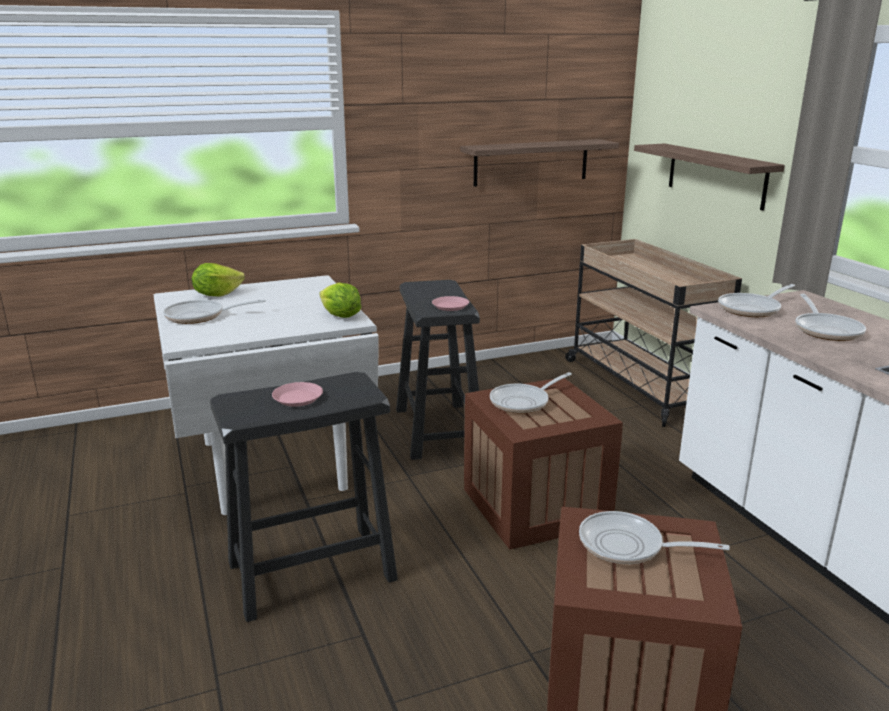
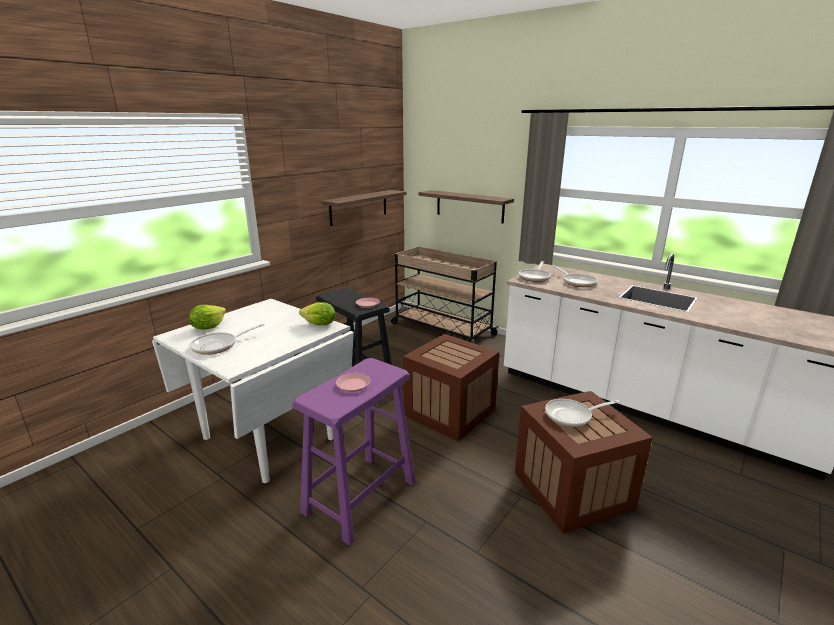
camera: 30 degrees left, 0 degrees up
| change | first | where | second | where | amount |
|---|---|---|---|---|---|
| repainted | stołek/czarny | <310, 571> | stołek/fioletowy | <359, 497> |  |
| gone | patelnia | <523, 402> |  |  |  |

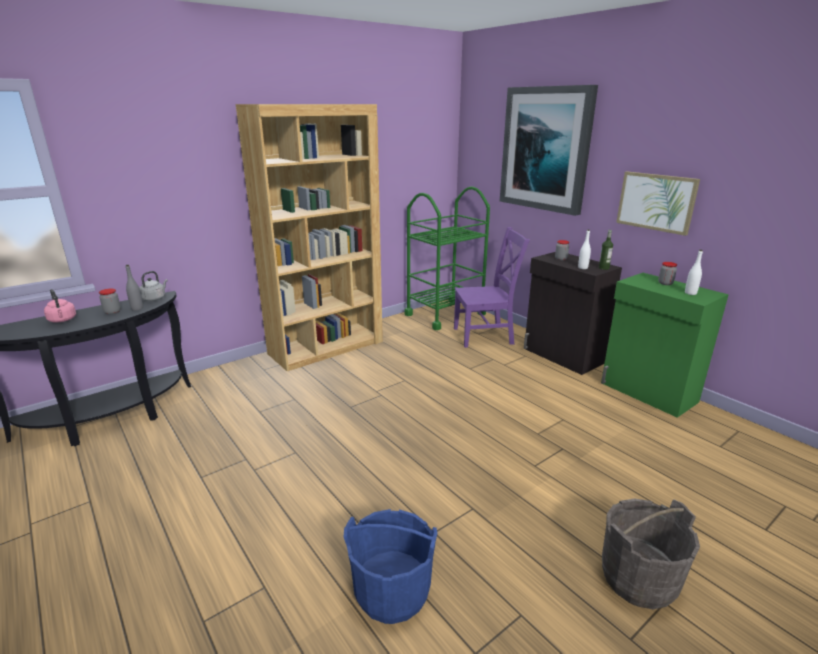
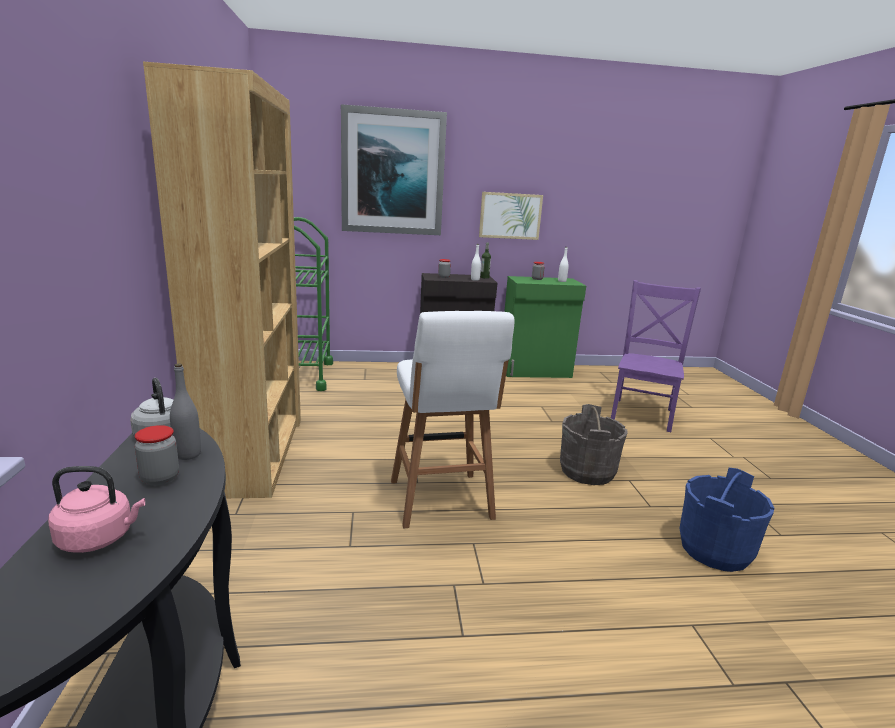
camera: 60 degrees left, 5 degrees down
| change | first | where | second | where | amount |
|---|---|---|---|---|---|
| shifted | krzesło/fioletowy | <486, 336> |  | <642, 413> |  |
| shifted | wiadro/szary | <638, 578> |  | <587, 471> |  |
| new |  |  | stołek/biały | <441, 502> |  |

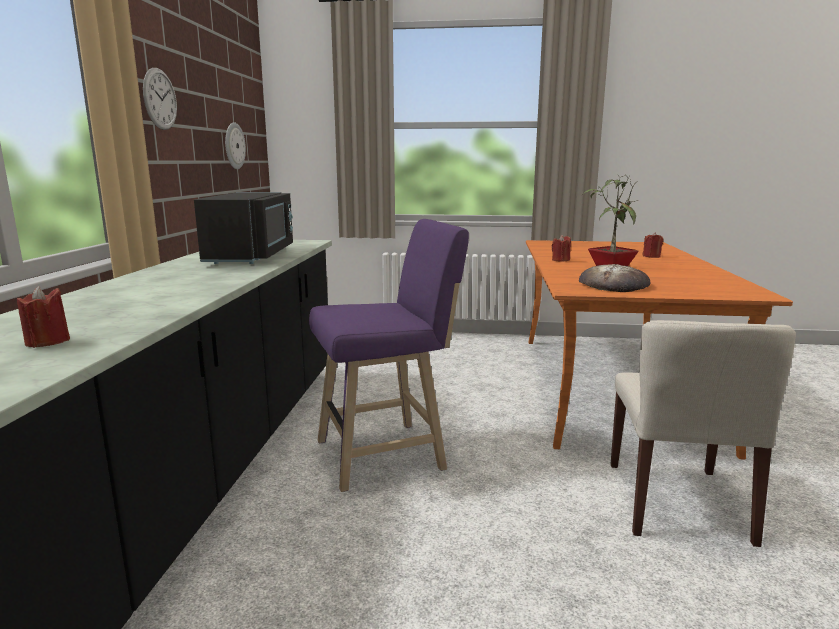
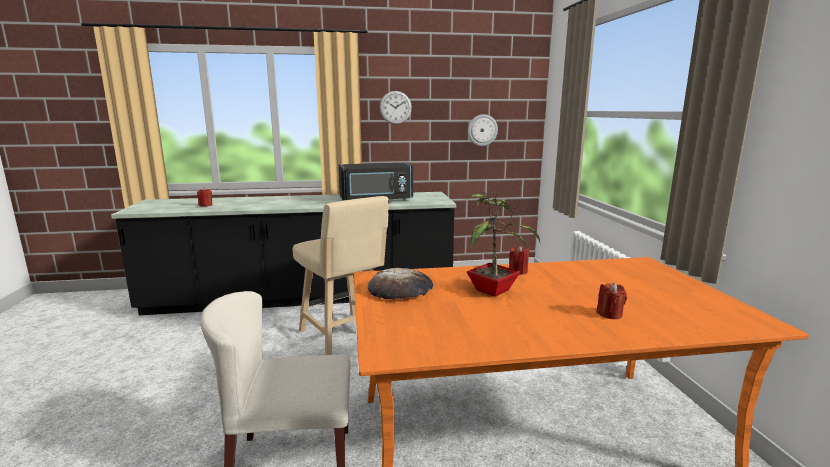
camera: 75 degrees right, 0 degrees up
| change | first | where | second | where | amount |
|---|---|---|---|---|---|
| repainted | stołek/fioletowy | <387, 454> | stołek/beżowy | <344, 336> |  |

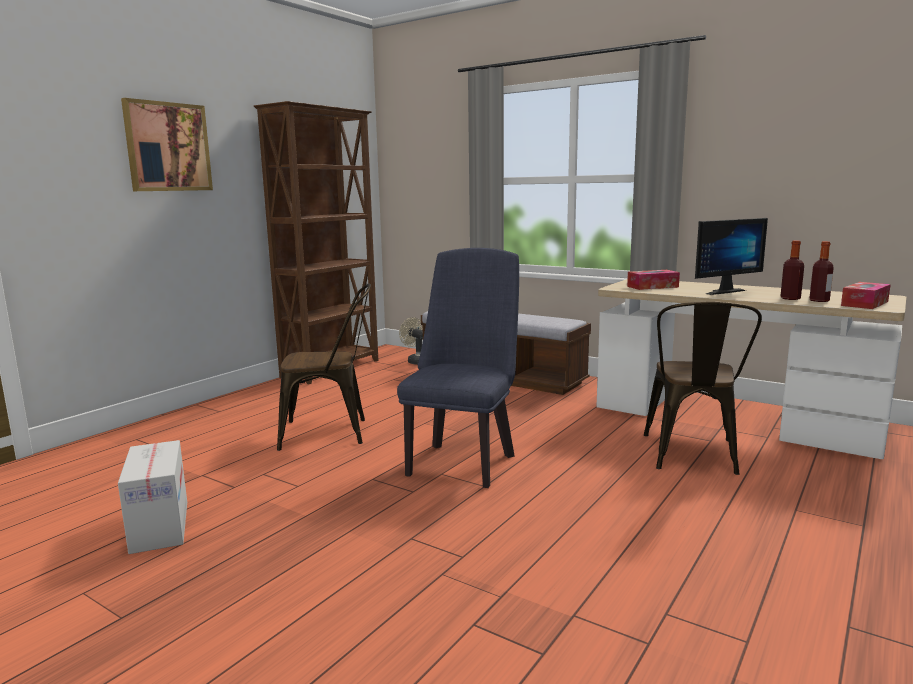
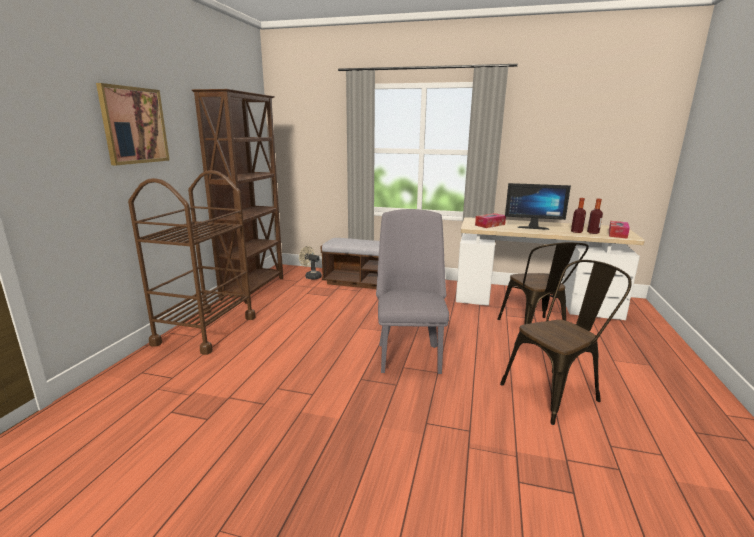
camera: 20 degrees left, 5 degrees up
| change | first | where | second | where | amount |
|---|---|---|---|---|---|
| gone | karton | <159, 526> |  |  |  |
| shifted | krzesło/brązowy | <332, 432> |  | <556, 392> |  |
| repainted | krzesło/niebieski | <463, 461> | krzesło/szary | <409, 354> |  |
| rotated | monitor | <720, 291> |  | <532, 227> | 60 degrees clockwise |
| new |  |  | wózek/brązowy | <206, 330> |  |

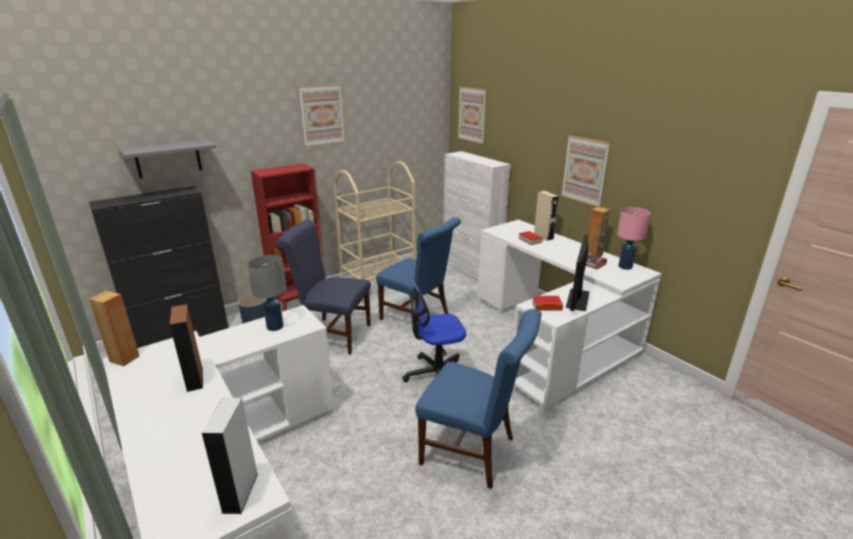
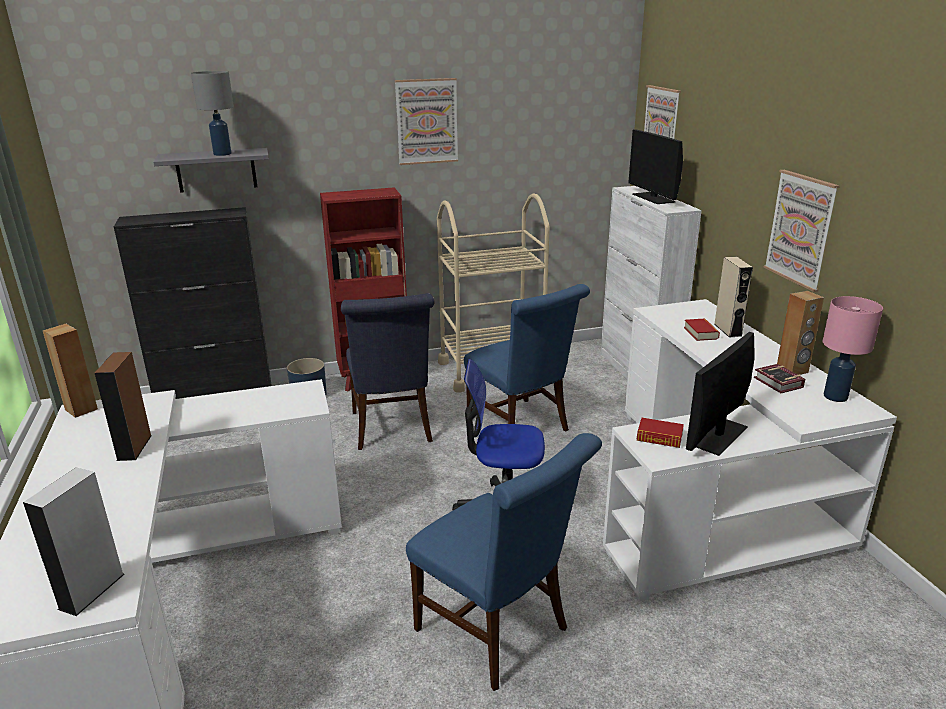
camera: 20 degrees right, 0 degrees up
| change | first | where | second | where | amount |
|---|---|---|---|---|---|
| shifted | lampa stołowa/szary | <274, 326> |  | <222, 154> |  |
| rotated | krzesło/niebieski | <332, 334> |  | <393, 429> | 135 degrees counterclockwise |
| new |  |  | monitor | <653, 198> |  |

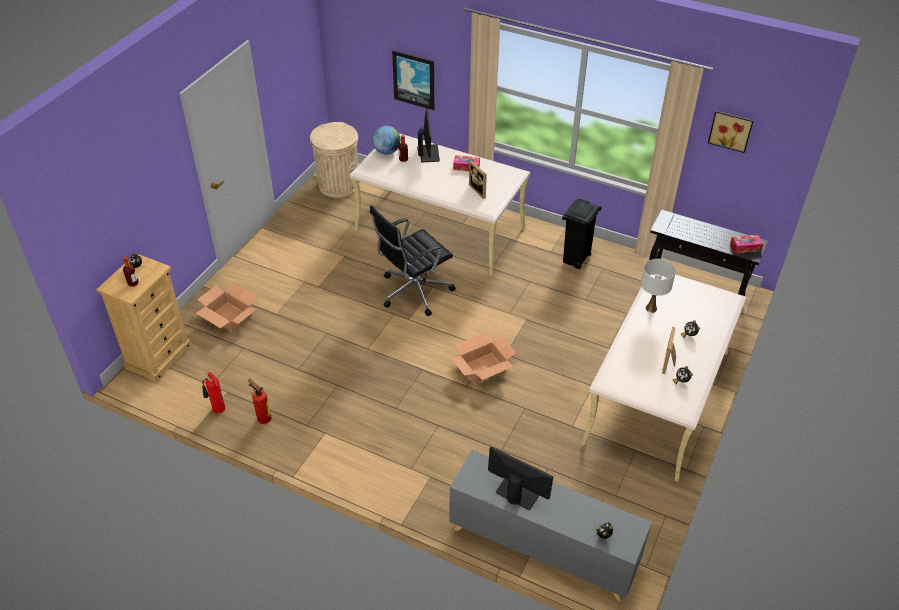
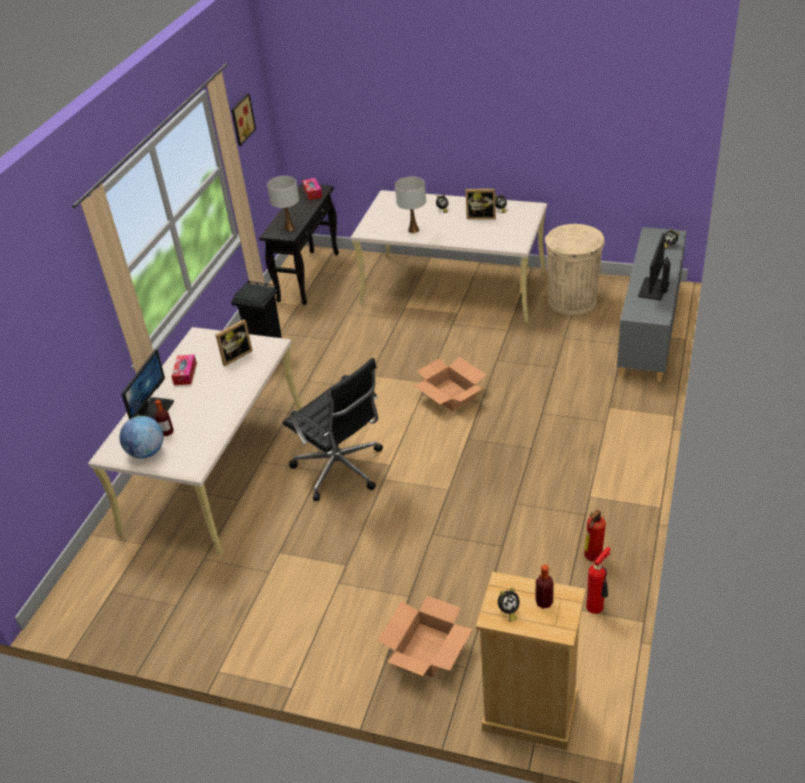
camera: 95 degrees left, 5 degrees down
| change | first | where | second | where | amount |
|---|---|---|---|---|---|
| shifted | kosz na śmieci/beżowy | <338, 185> |  | <572, 301> |  |
| gone | obraz | <414, 79> |  |  |  |
| rotated | monitor | <428, 153> |  | <153, 412> | 120 degrees clockwise |
| new |  |  | lampa stołowa/biały | <289, 228> |  |

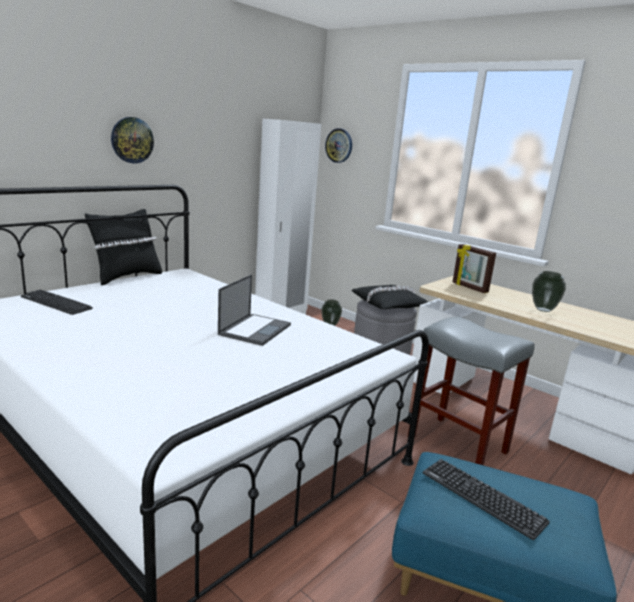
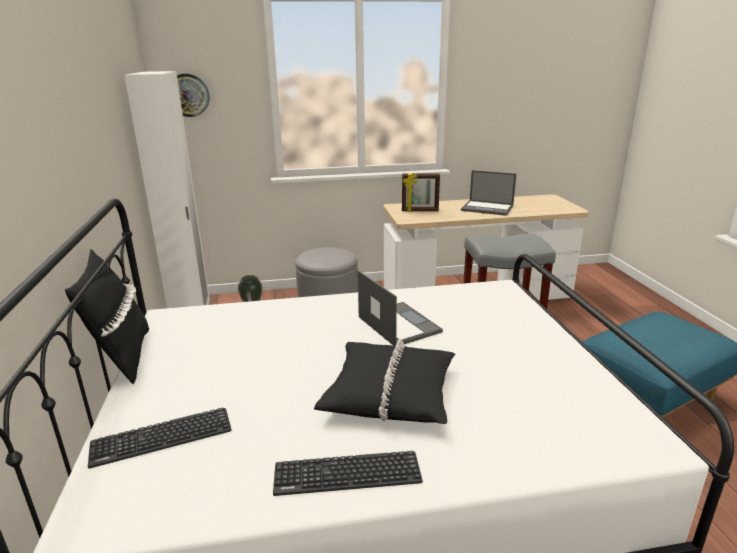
camera: 50 degrees left, 5 degrees up
| change | first | where | second | where | amount |
|---|---|---|---|---|---|
| gone | zegar ścienny | <132, 140> |  |  |  |
| shifted | poduszka/czarny | <389, 304> |  | <390, 392> |  |
| shifted | klawiatura | <482, 497> |  | <347, 474> |  |
| swapped | wazon | <544, 310> | laptop | <488, 208> |  |

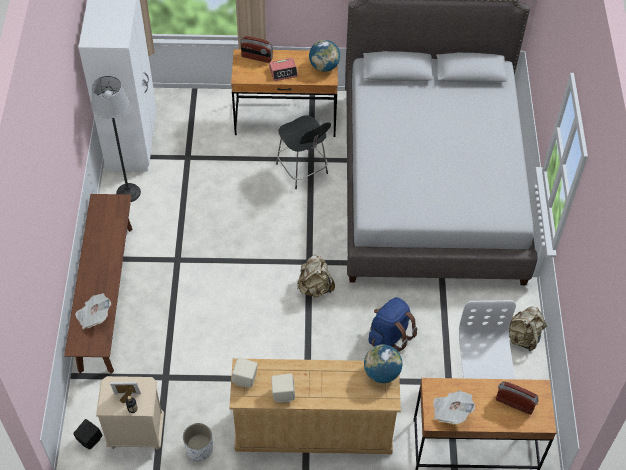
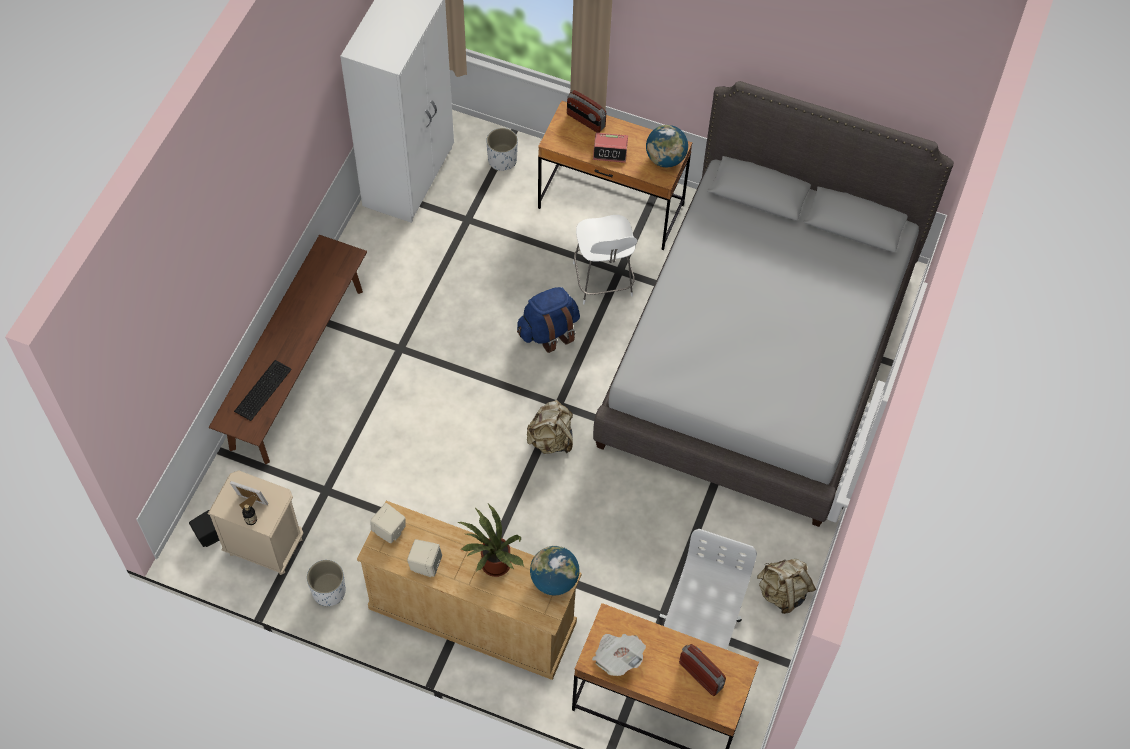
camera: 20 degrees right, 5 degrees up
| change | first | where | second | where | amount |
|---|---|---|---|---|---|
| swapped | gazeta | <94, 316> | klawiatura | <261, 390> |  |
| gone | lampa stojąca | <128, 192> |  |  |  |
| repainted | stołek/czarny | <302, 170> | stołek/biały | <603, 282> |  |
| shifted | plecak/niebieski | <390, 335> |  | <548, 331> |  |
| new |  |  | roślina doniczkowa | <492, 565> |  |
| new |  |  | donica/biały | <502, 160> |  |

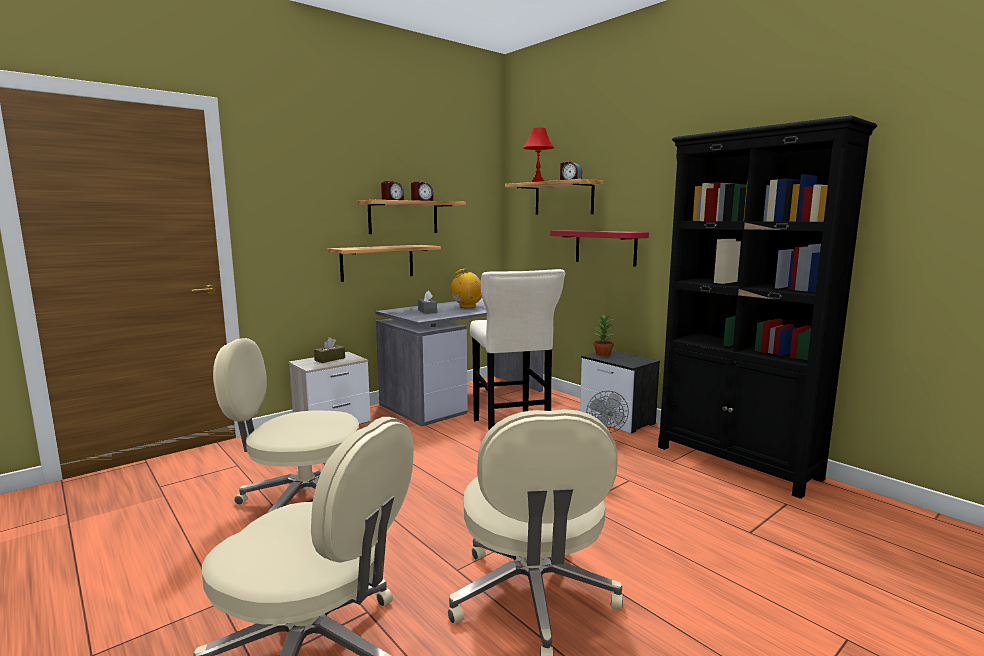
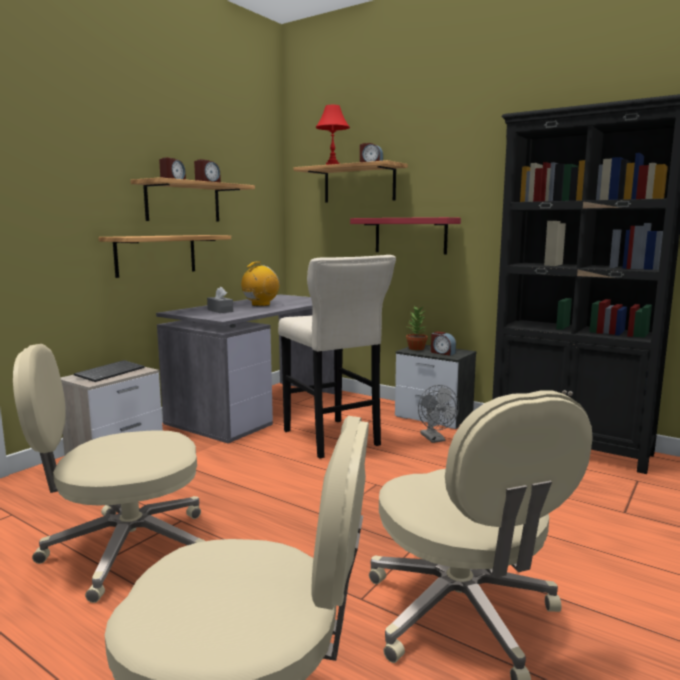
camera: 15 degrees left, 0 degrees up
| change | first | where | second | where | amount |
|---|---|---|---|---|---|
| swapped | pudełko chusteczek/brązowy | <330, 359> | klawiatura | <110, 372> |  |
| new |  |  | budzik | <442, 353> |  |

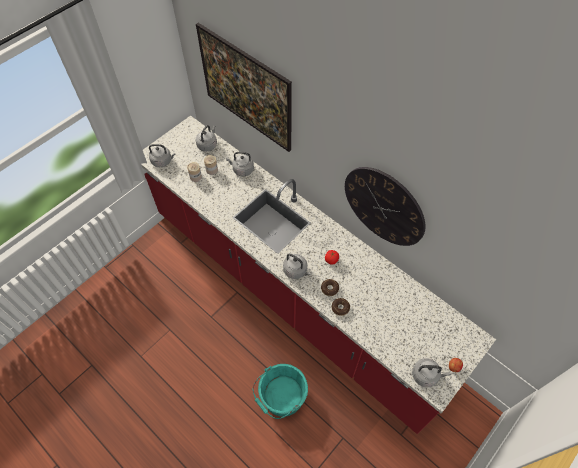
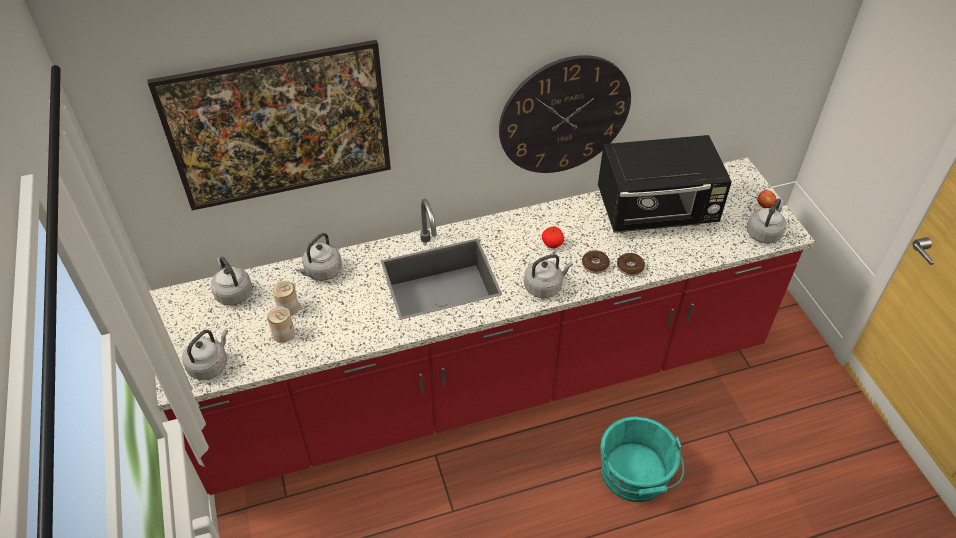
camera: 60 degrees left, 10 degrees down
| change | first | where | second | where | amount |
|---|---|---|---|---|---|
| new |  |  | mikrofalówka/czarny | <657, 212> |  |

